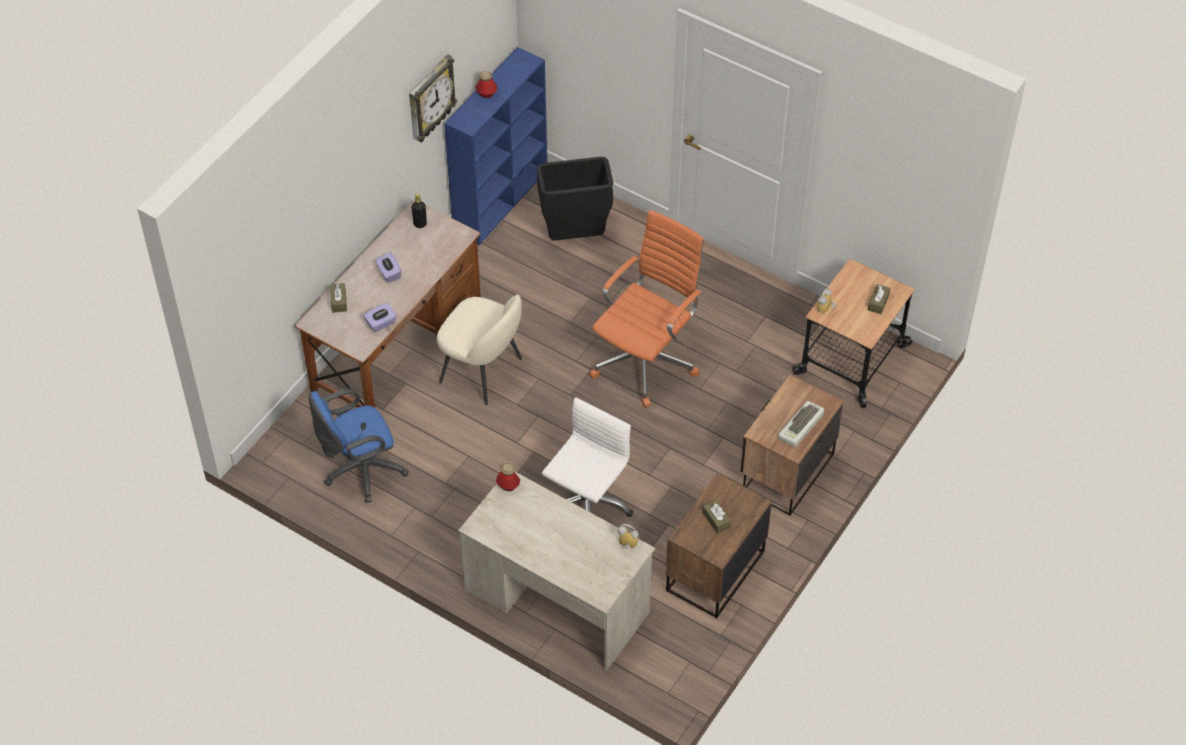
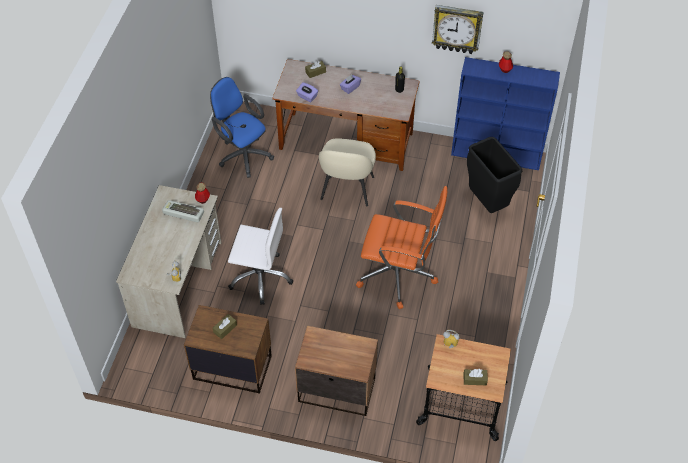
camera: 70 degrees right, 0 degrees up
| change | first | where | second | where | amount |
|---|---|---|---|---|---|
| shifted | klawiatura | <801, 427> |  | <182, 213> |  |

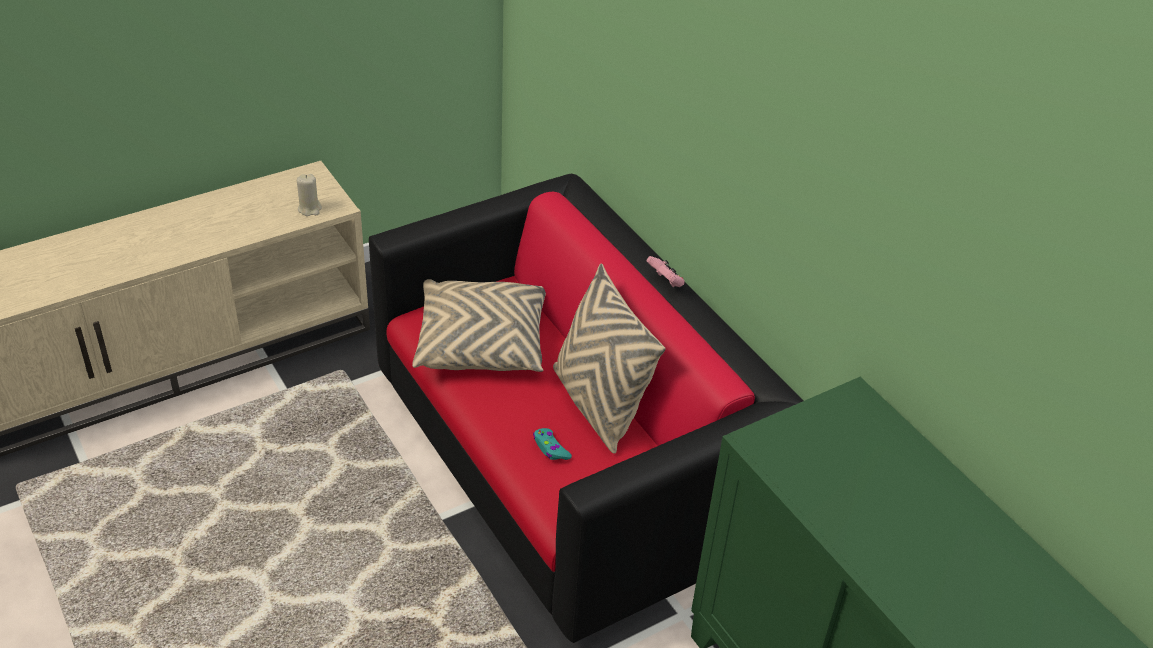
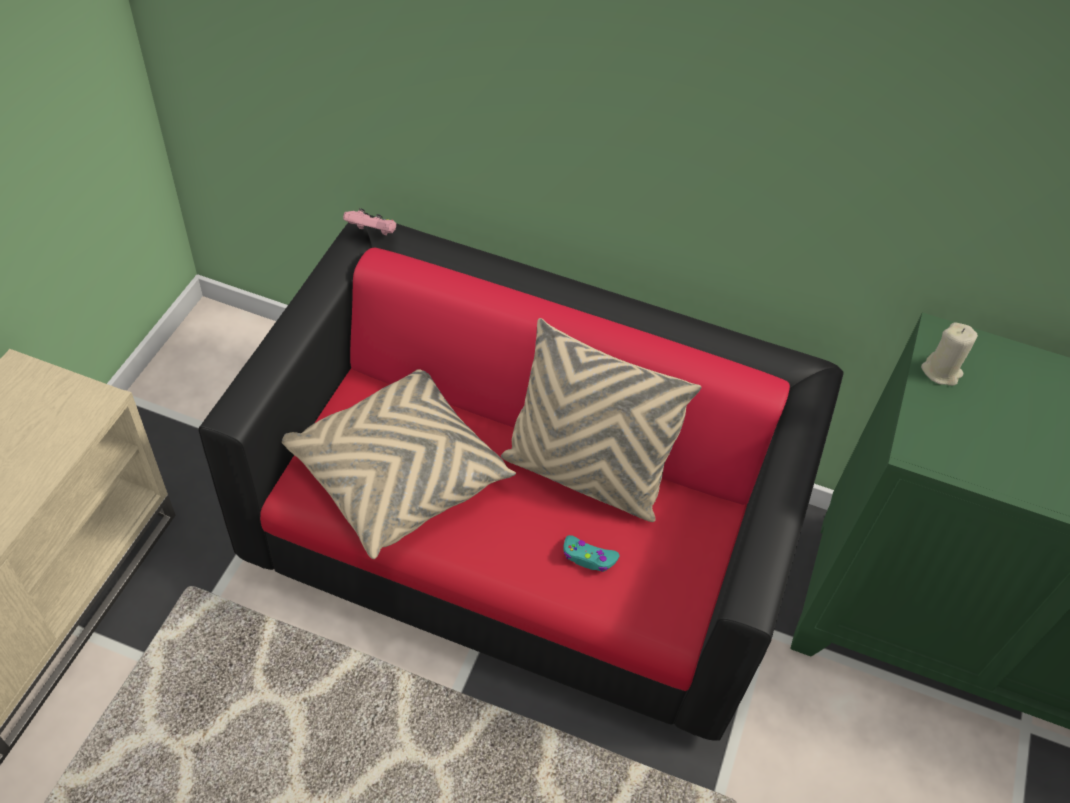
camera: 40 degrees left, 10 degrees up
| change | first | where | second | where | amount |
|---|---|---|---|---|---|
| shifted | świeca/beżowy | <310, 209> |  | <941, 371> |  |
| shifted | pad do gier/różowy | <665, 281> |  | <372, 233> |  |

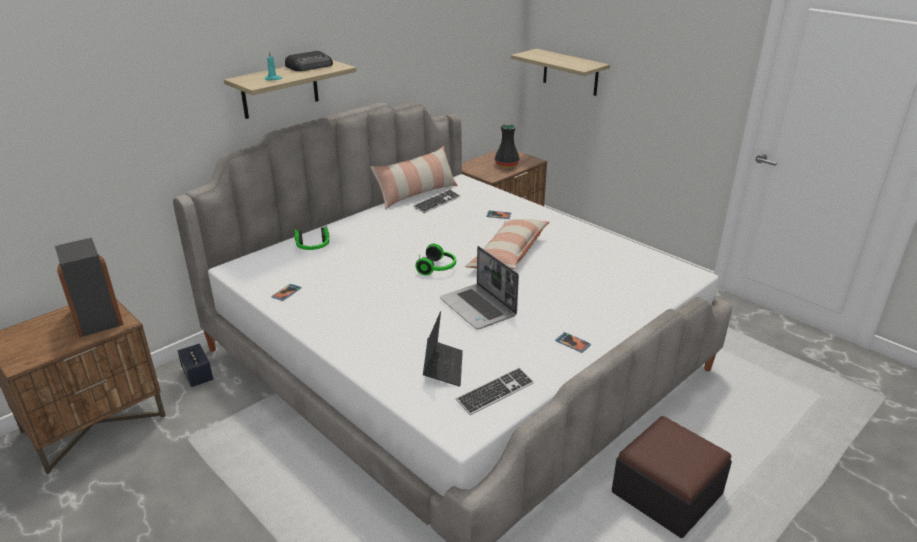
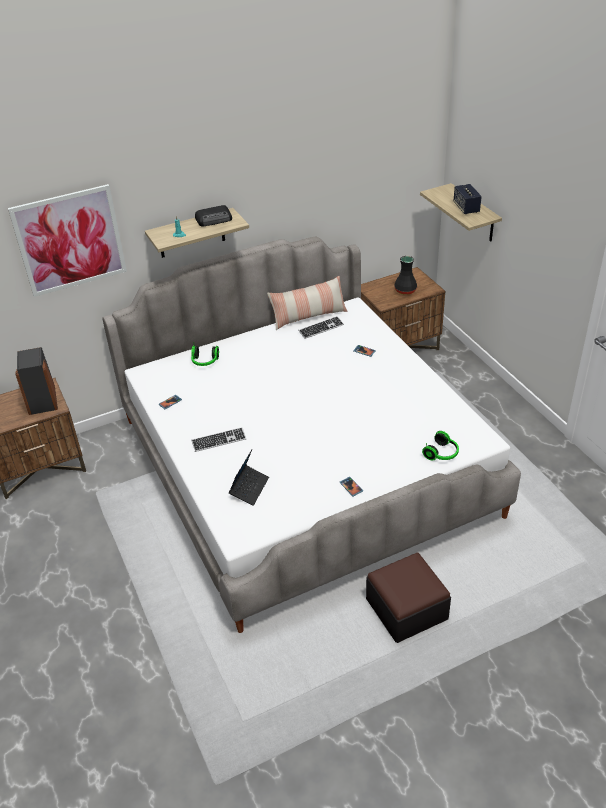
camera: 20 degrees right, 10 degrees up
| change | first | where | second | where | amount |
|---|---|---|---|---|---|
| shifted | głośnik | <197, 375> |  | <466, 208> |  |
| shifted | słuchawki | <438, 268> |  | <442, 454> |  |
| gone | laptop | <479, 308> |  |  |  |
| shifted | klawiatura | <495, 392> |  | <219, 440> |  |
| gone | poduszka | <509, 254> |  |  |  |
| new |  |  | obraz | <70, 240> |  |

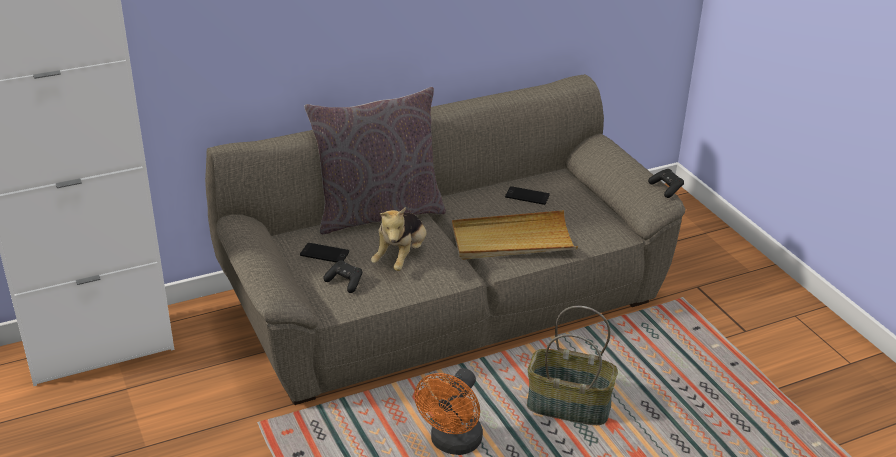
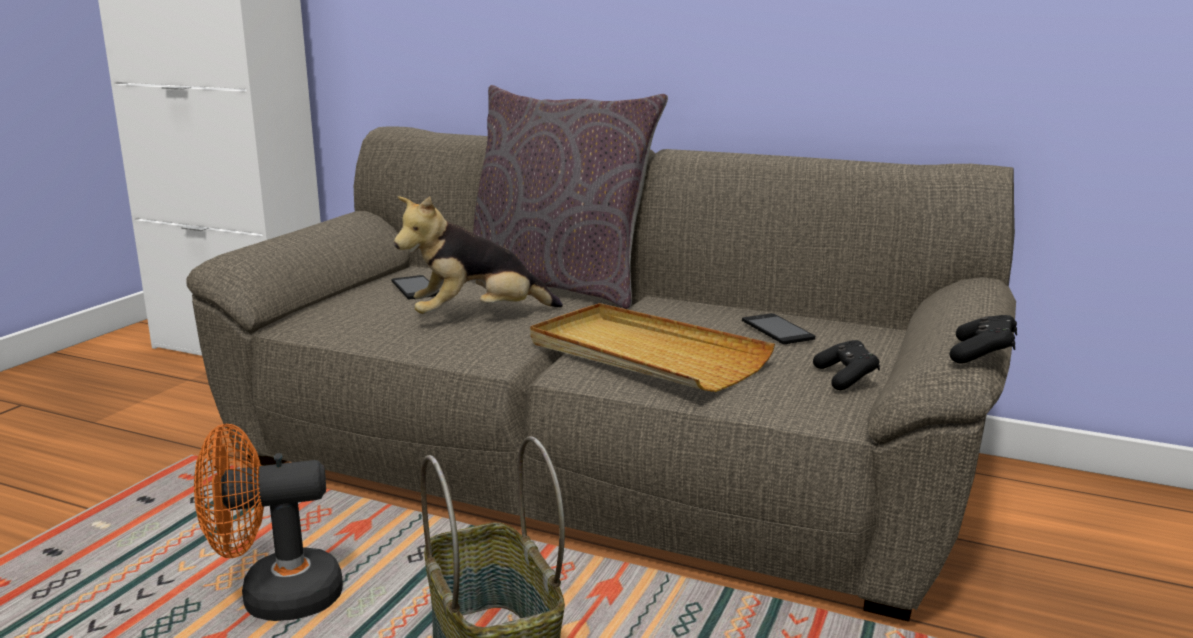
camera: 50 degrees right, 15 degrees down
| change | first | where | second | where | amount |
|---|---|---|---|---|---|
| shifted | pad do gier/czarny | <345, 282> |  | <846, 378> |  |

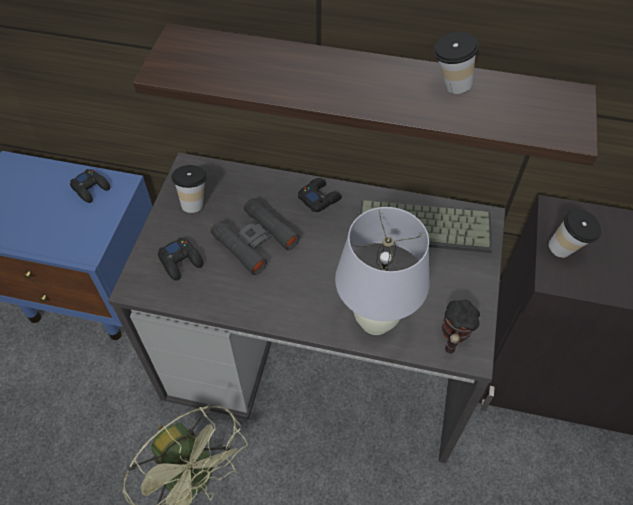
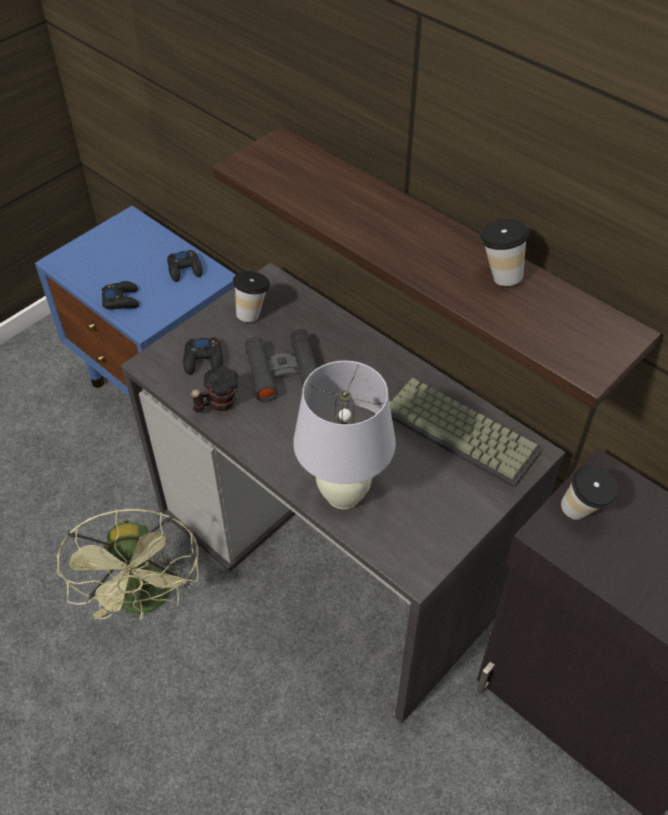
camera: 30 degrees right, 5 degrees down
| change | first | where | second | where | amount |
|---|---|---|---|---|---|
| shifted | pad do gier/czarny | <319, 198> |  | <122, 300> |  |
| shifted | kubek | <454, 335> |  | <217, 404> |  |

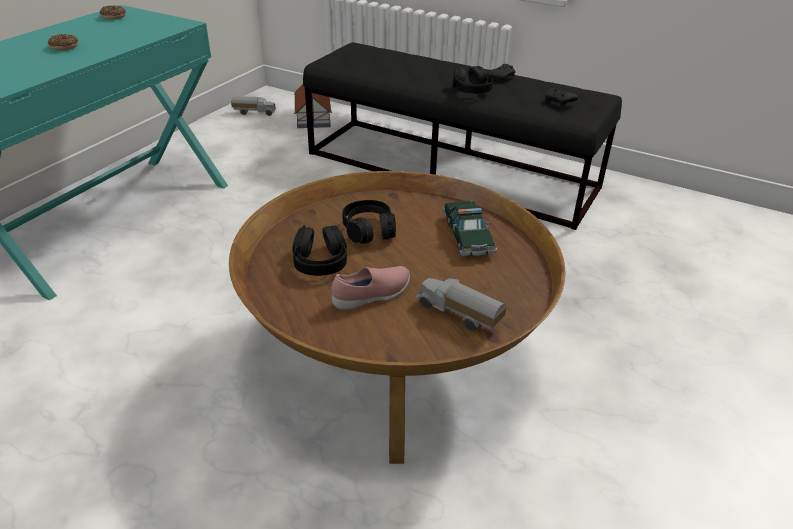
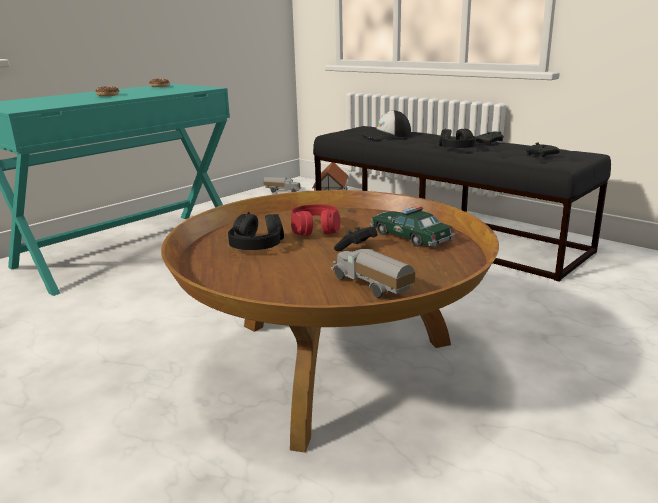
camera: 15 degrees right, 15 degrees down
| change | first | where | second | where | amount |
|---|---|---|---|---|---|
| gone | but/różowy | <372, 296> |  |  |  |
| repainted | słuchawki/czarny | <369, 230> | słuchawki/czerwony | <315, 229> |  |
| rotated | samochodzik | <467, 236> |  | <410, 237> | 135 degrees clockwise |
| new |  |  | pad do gier/czarny | <356, 248> |  |
| new |  |  | czapka z daszkiem | <386, 135> |  |

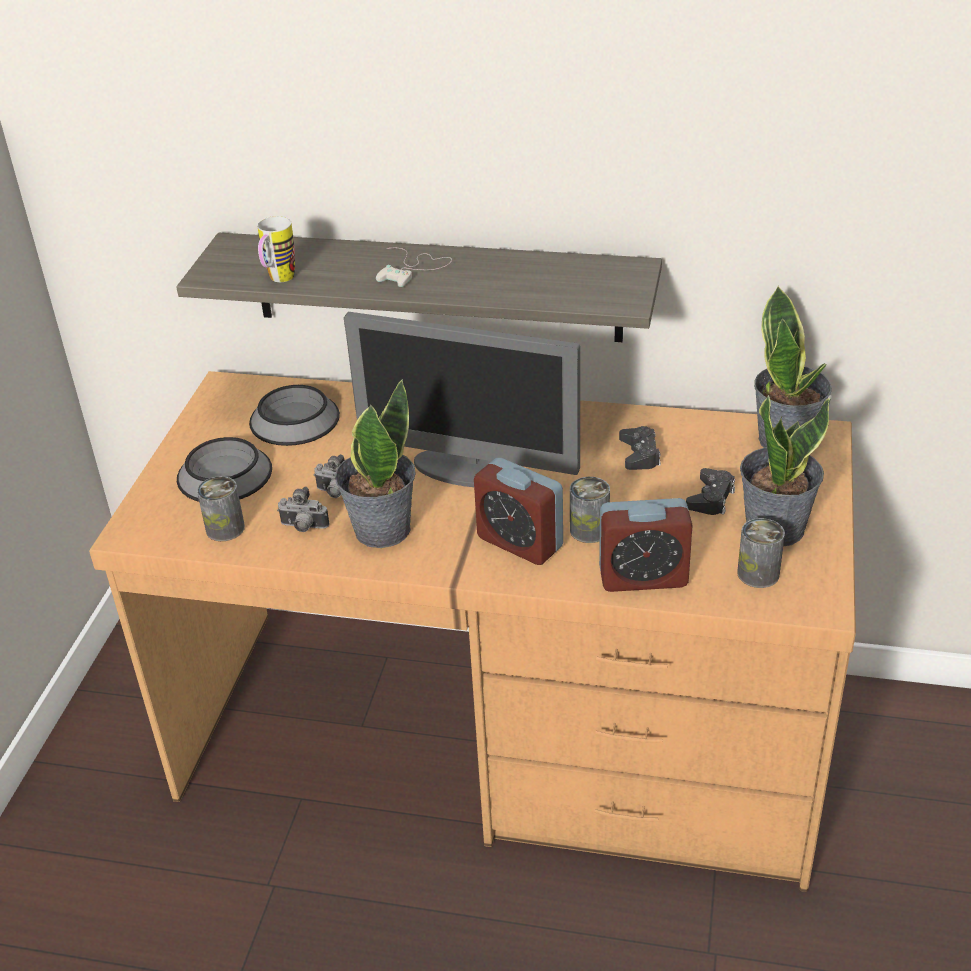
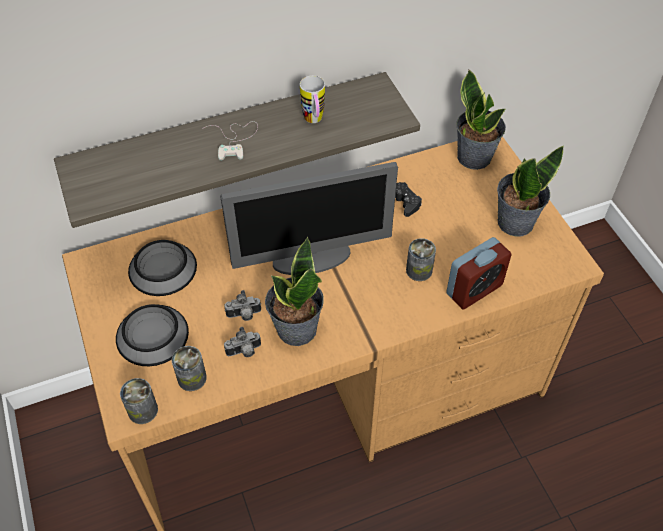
camera: 35 degrees left, 15 degrees up
| change | first | where | second | where | amount |
|---|---|---|---|---|---|
| shifted | kubek | <278, 280> |  | <314, 121> |  |
| gone | budzik | <520, 542> |  |  |  |
| gone | pad do gier/czarny | <711, 498> |  |  |  |
| shifted | puszka | <758, 574> |  | <143, 410> |  |

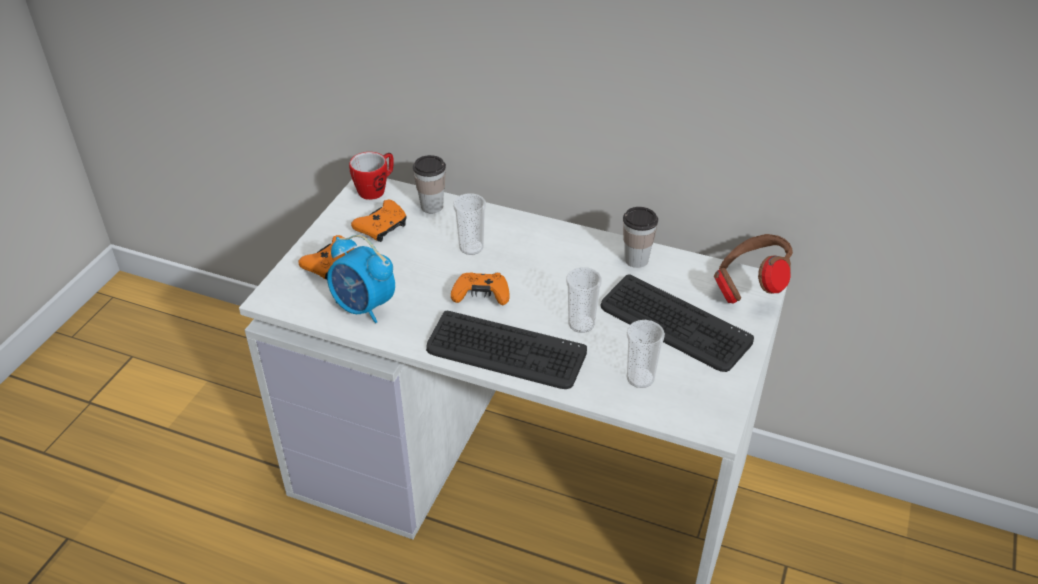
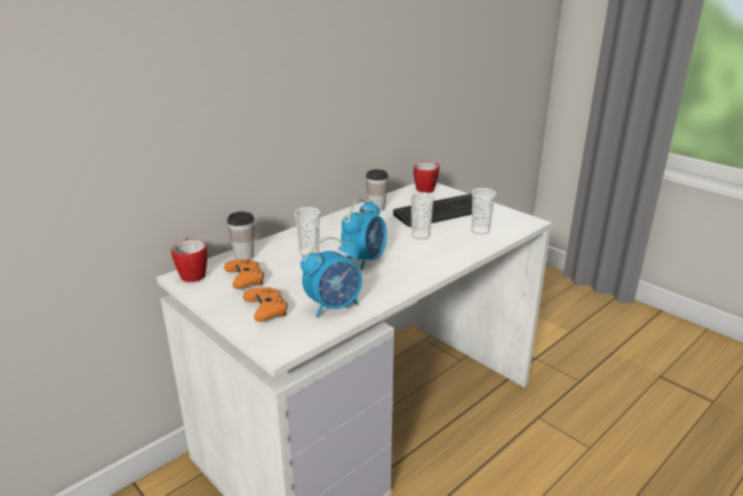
camera: 65 degrees left, 15 degrees down
| change | first | where | second | where | amount |
|---|---|---|---|---|---|
| gone | klawiatura | <505, 352> |  |  |  |
| swapped | pad do gier/pomarańczowy | <481, 296> | budzik | <365, 259> |  |
| swapped | słuchawki/brązowy | <749, 287> | kubek | <427, 188> |  |

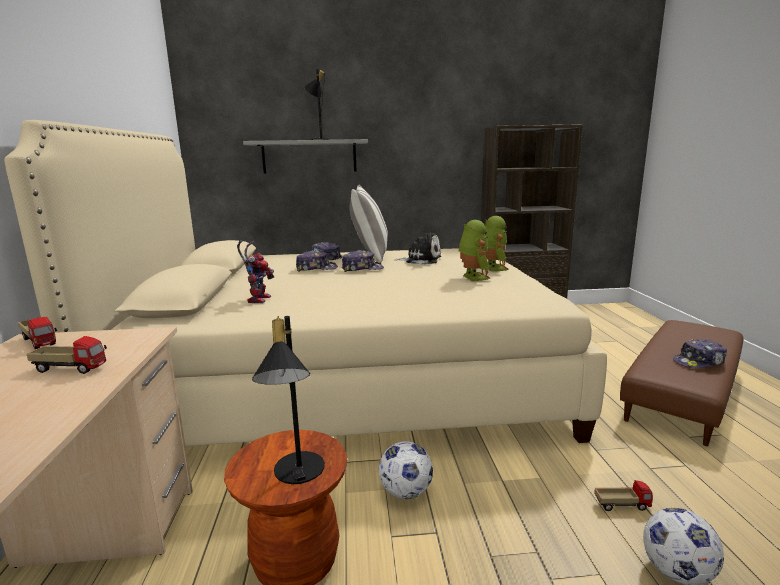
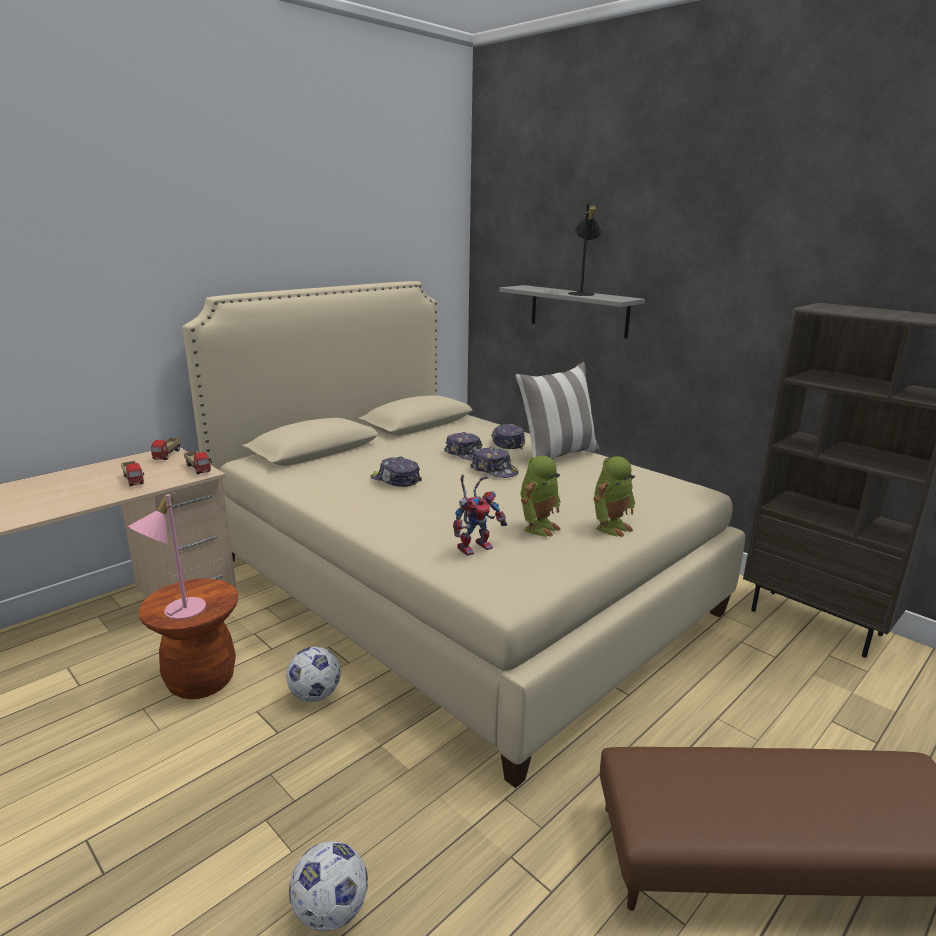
camera: 50 degrees right, 5 degrees up
| change | first | where | second | where | amount |
|---|---|---|---|---|---|
| shifted | robot zabawkowy | <258, 299> |  | <475, 546> |  |
| repainted | lampa stołowa/czarny | <296, 474> | lampa stołowa/różowy | <176, 610> |  |
| gone | pluszak | <421, 260> |  |  |  |
| shifted | ciężarówka zabawkowa | <622, 505> |  | <199, 469> |  |
| shifted | czapka z daszkiem | <699, 362> |  | <395, 480> |  |

